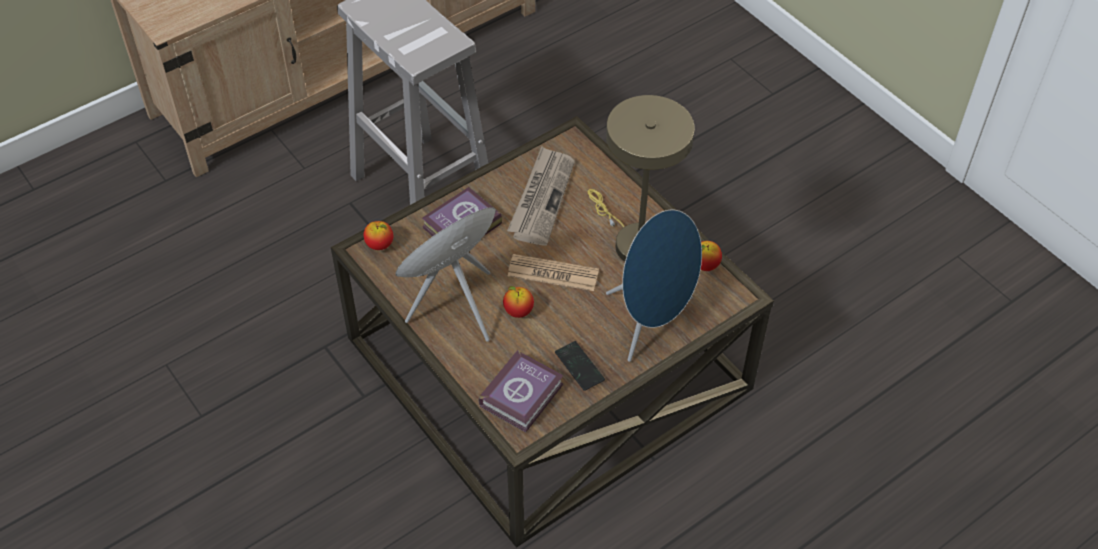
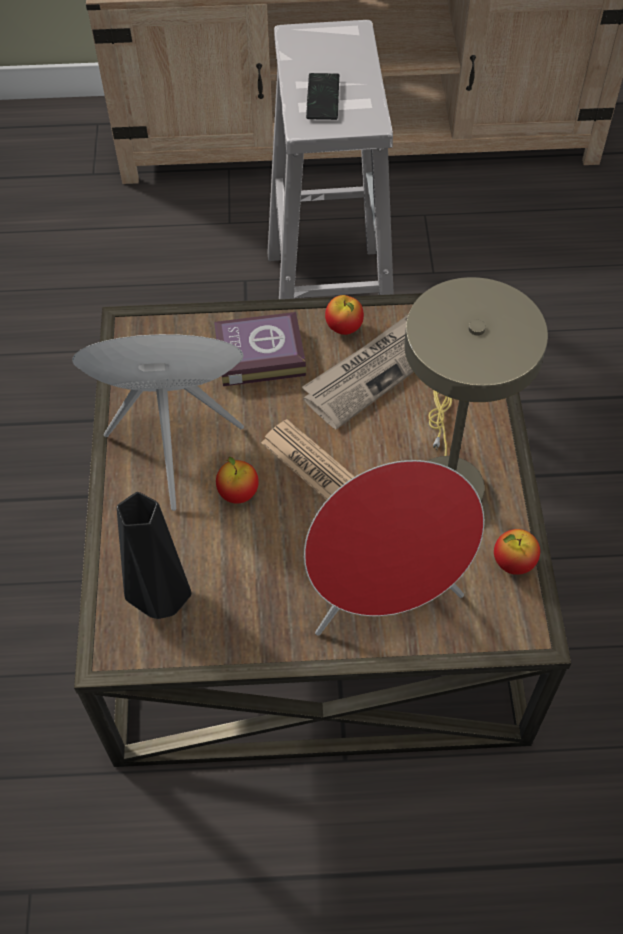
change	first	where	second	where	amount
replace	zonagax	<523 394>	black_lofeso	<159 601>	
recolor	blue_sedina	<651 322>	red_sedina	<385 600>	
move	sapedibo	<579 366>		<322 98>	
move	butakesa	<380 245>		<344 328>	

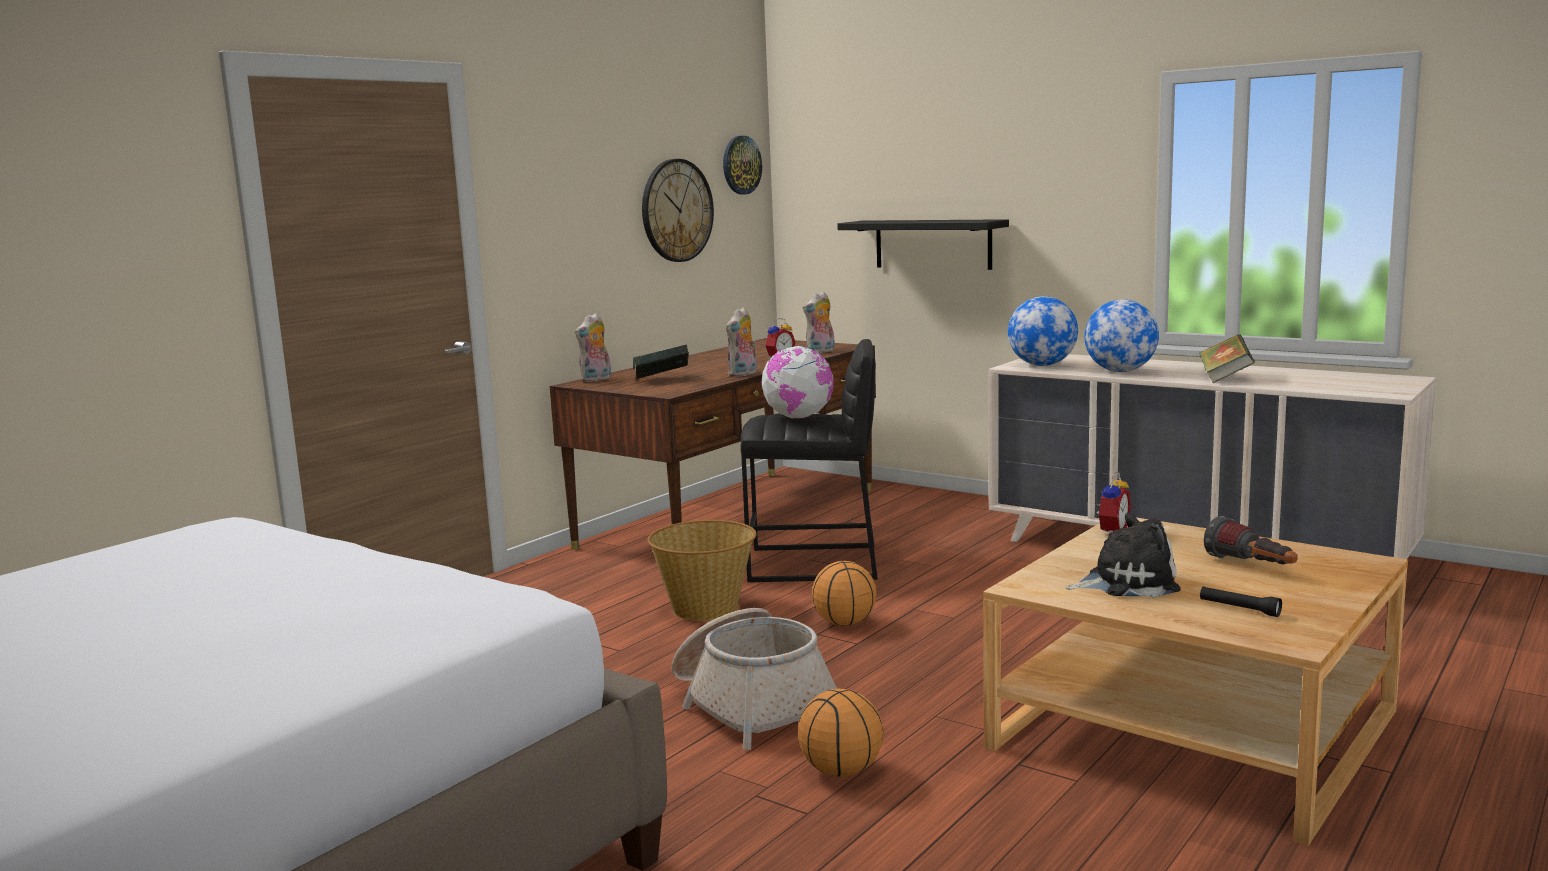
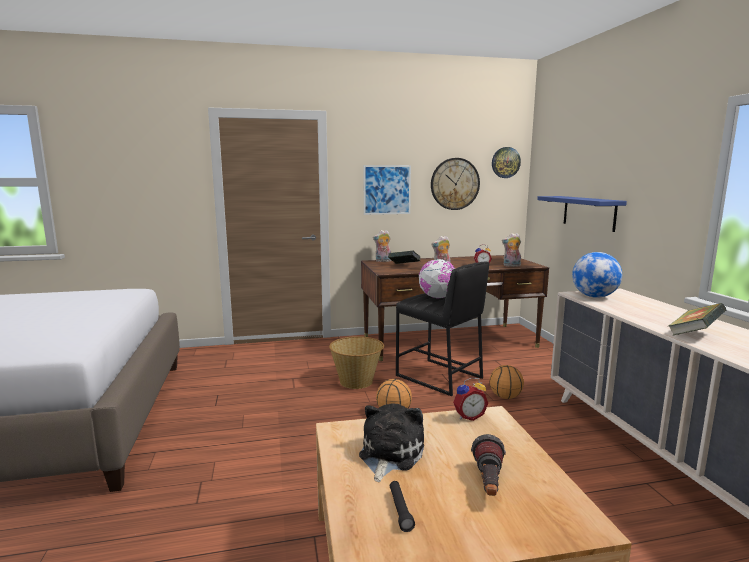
change	first	where	second	where	amount
rotate	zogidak	<1126 583>		<389 454>	105 degrees counterclockwise
insert			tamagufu	<387 190>	
move	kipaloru	<840 771>		<505 397>	
recolor	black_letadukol	<933 244>	blue_letadukol	<589 212>	
delete	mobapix	<752 704>			
delete	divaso	<1120 371>			

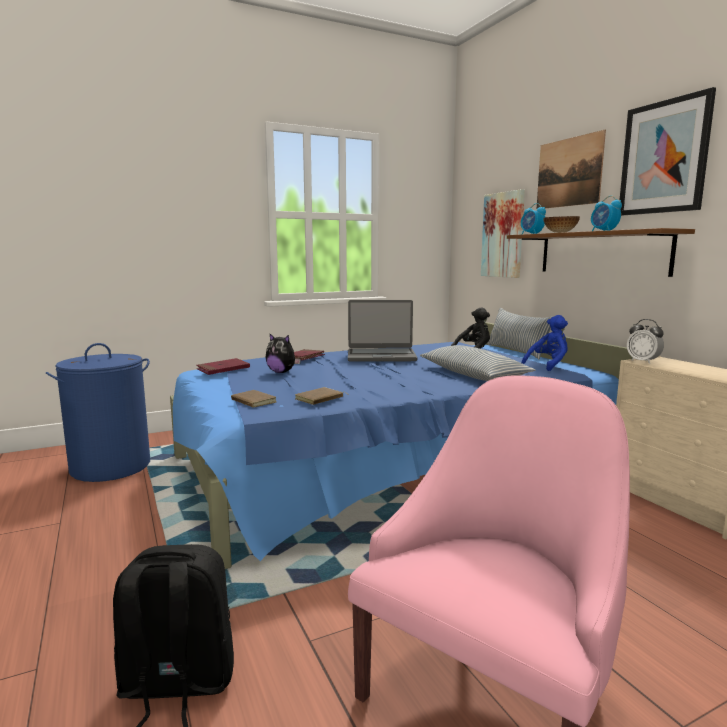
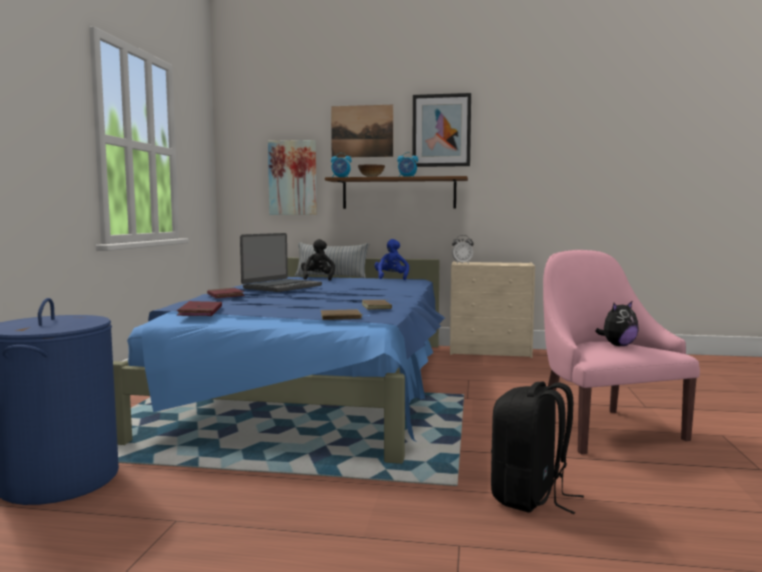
change	first	where	second	where	amount
move	zogidak	<282 372>		<618 345>	
delete	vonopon	<473 375>			

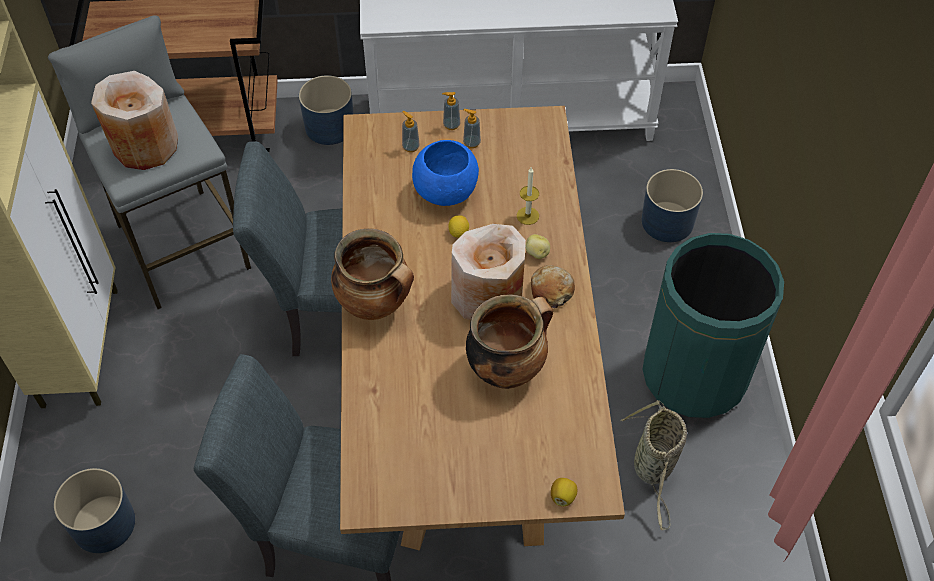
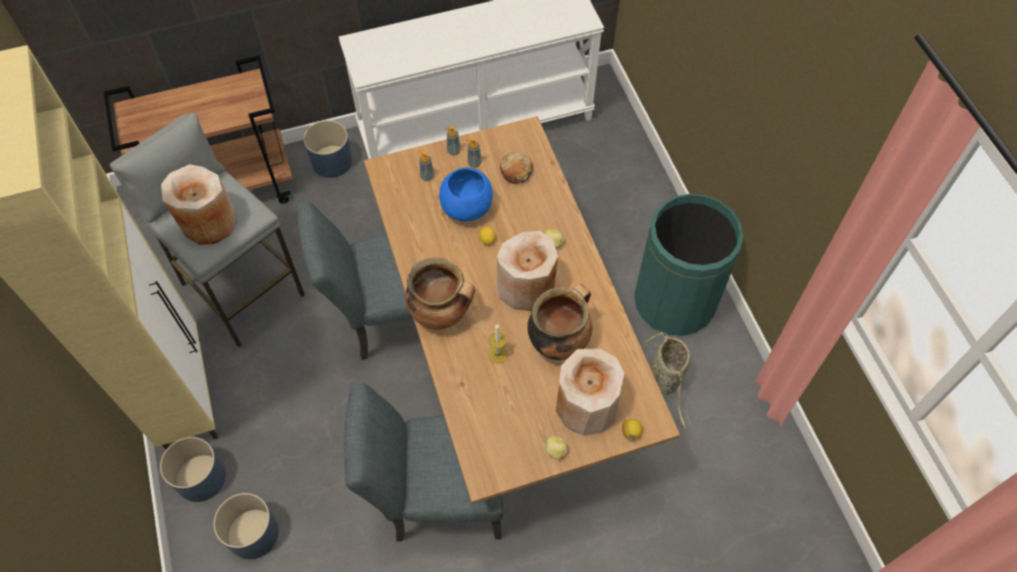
change	first	where	second	where	amount
move	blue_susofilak	<667 222>		<201 478>	
move	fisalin	<527 216>		<497 354>	
move	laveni	<551 291>		<516 171>	
insert			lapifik	<555 451>	
insert			beige_lofeso	<586 405>	

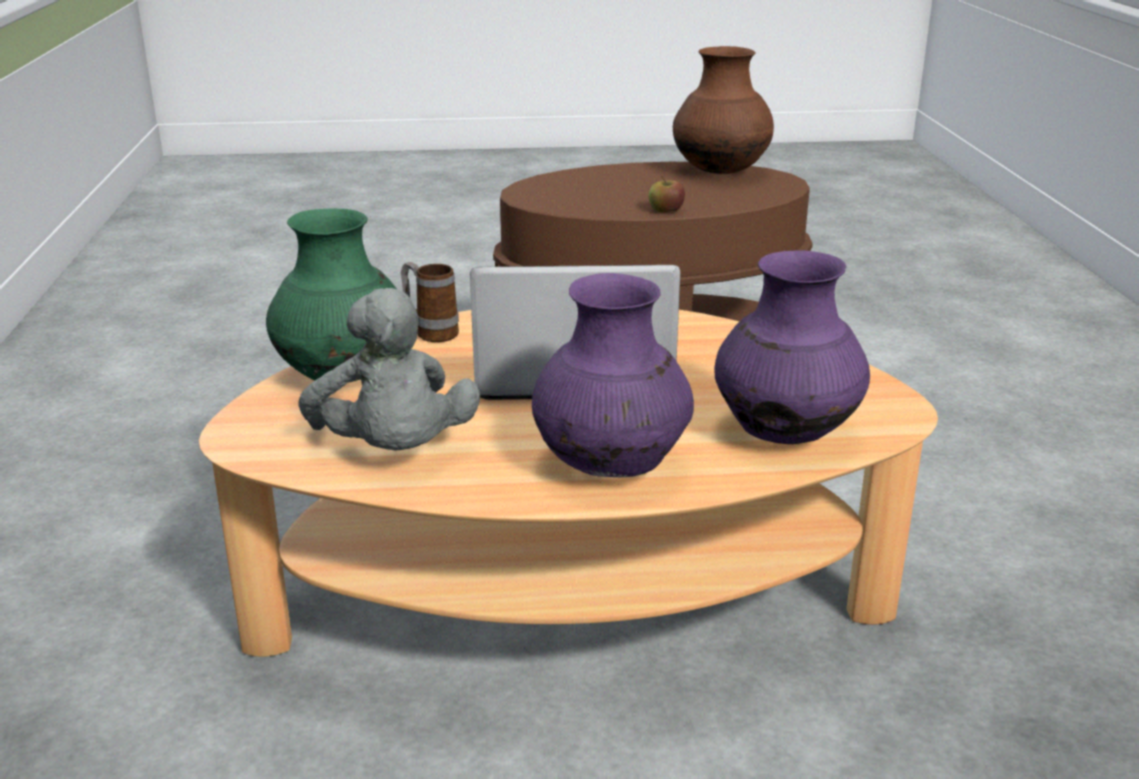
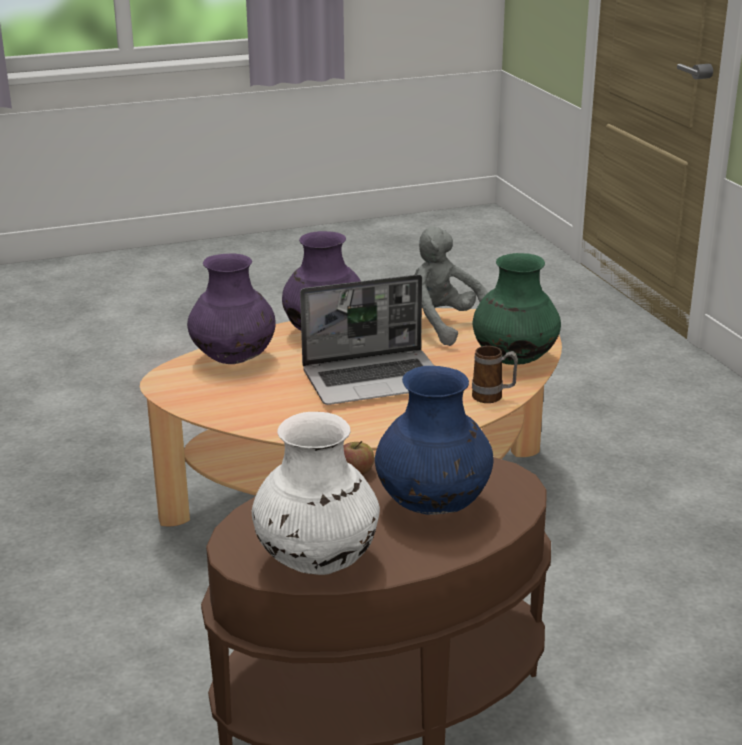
change	first	where	second	where	amount
recolor	brown_lofeso	<720 172>	white_lofeso	<316 562>	
insert			blue_lofeso	<433 506>	

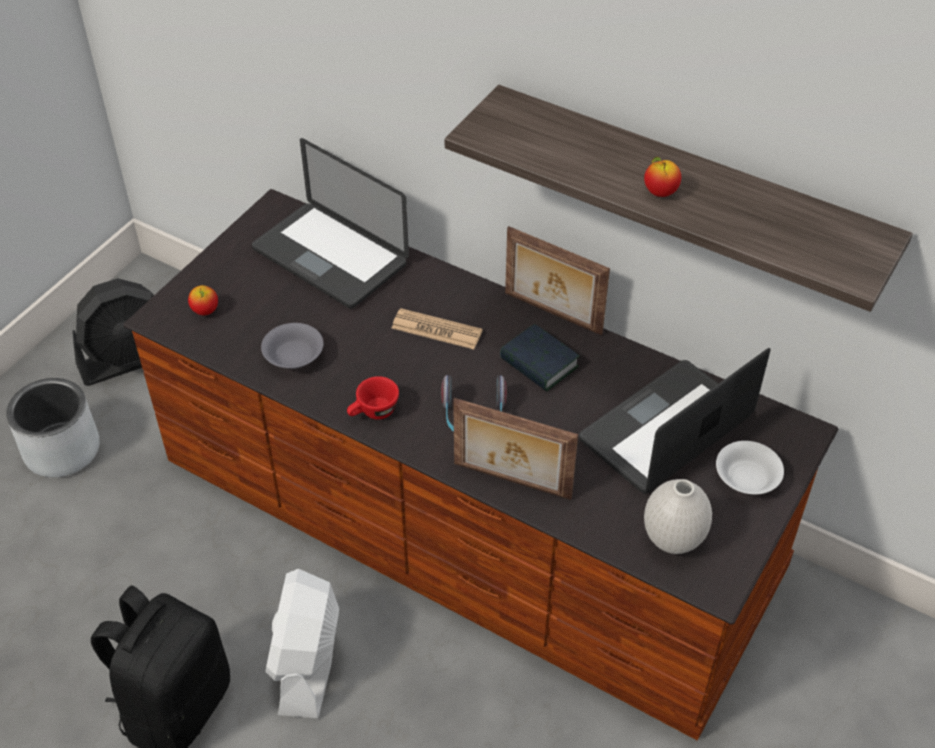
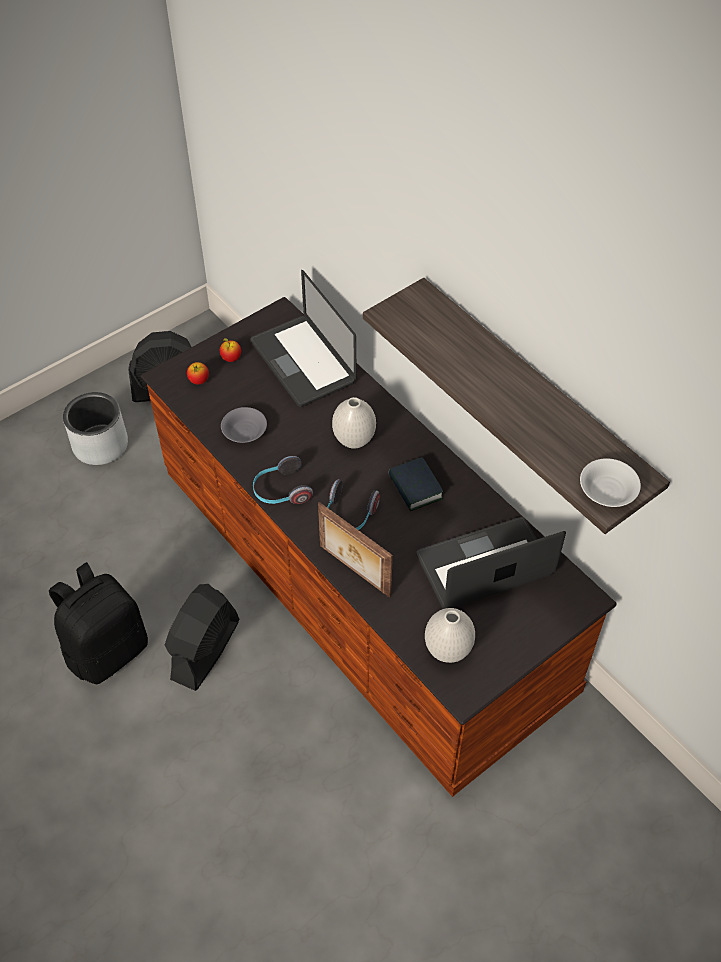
change	first	where	second	where	amount
recolor	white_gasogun	<308 663>	black_gasogun	<205 650>	
move	butakesa	<660 192>		<231 358>	
replace	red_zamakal	<373 413>	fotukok	<281 491>	
replace	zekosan	<436 330>	white_lofeso	<353 441>	
move	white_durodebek	<746 477>		<607 491>	
delete	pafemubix	<552 314>			

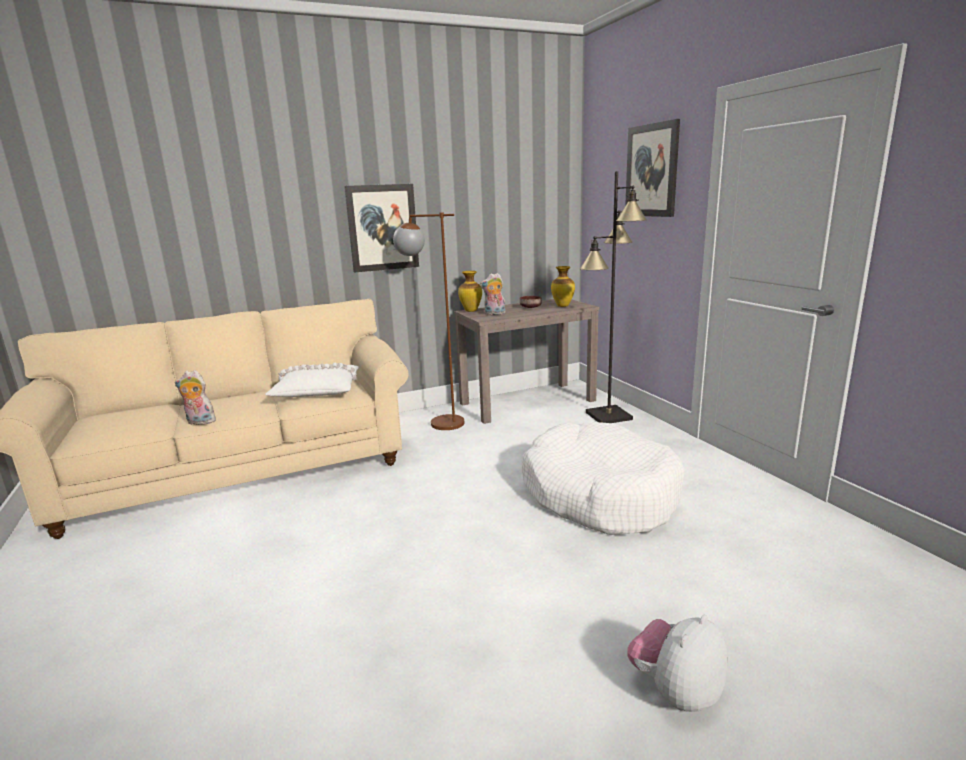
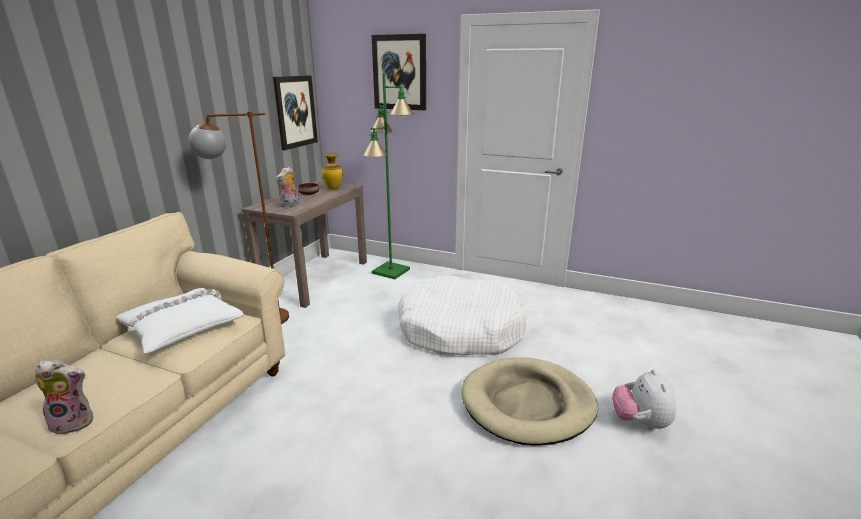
change	first	where	second	where	amount
rotate	zogidak	<199 422>		<75 422>	150 degrees counterclockwise
move	tamagufu	<382 228>		<295 112>	
recolor	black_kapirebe	<608 416>	green_kapirebe	<391 271>	
insert			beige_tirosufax	<527 404>	
delete	lofeso	<470 311>			

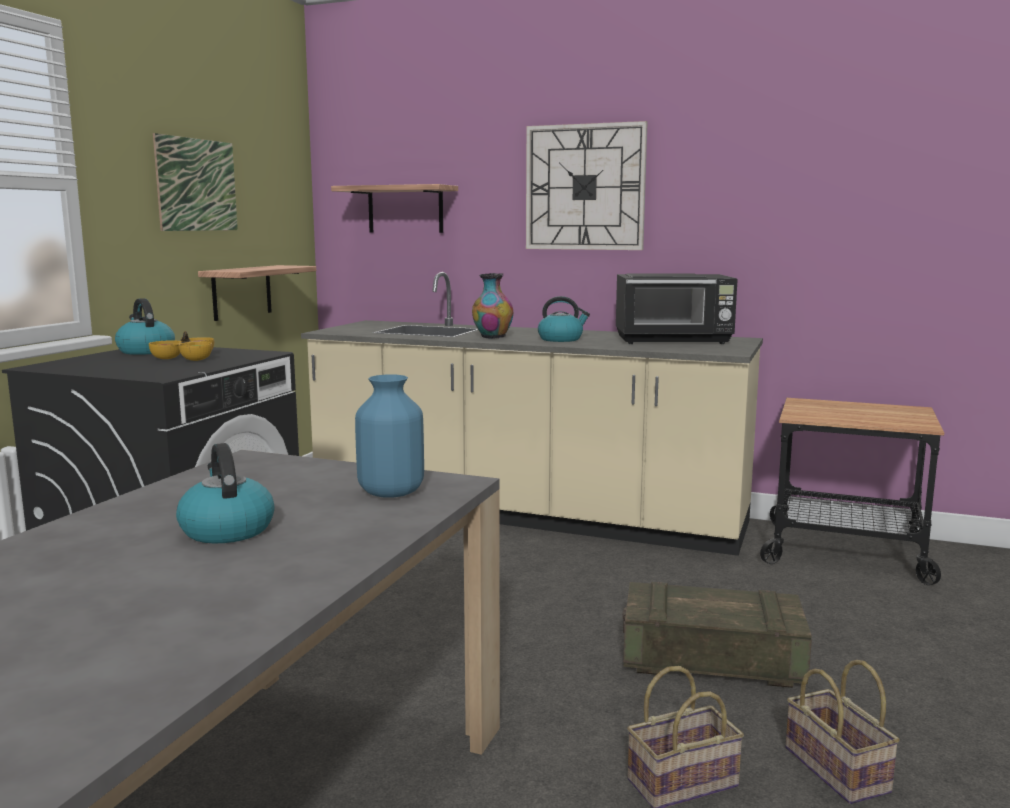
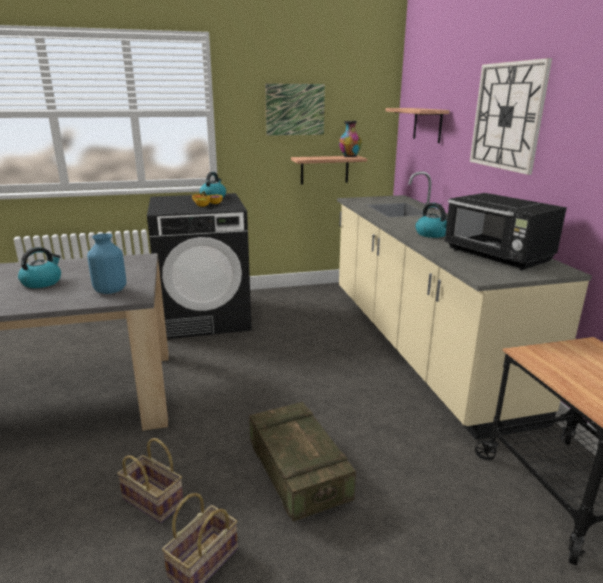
change	first	where	second	where	amount
move	lofeso	<492 337>		<349 156>	

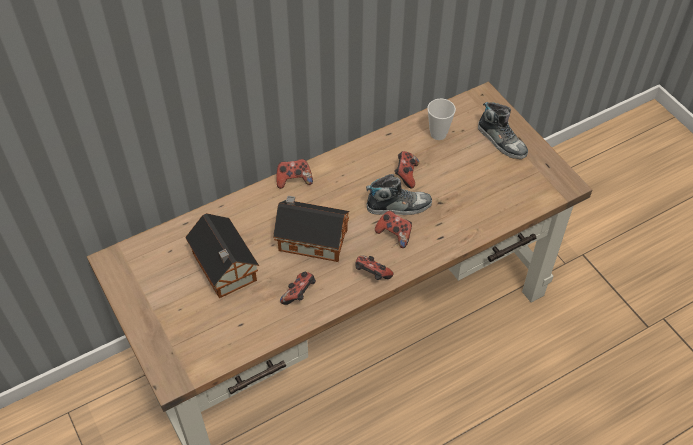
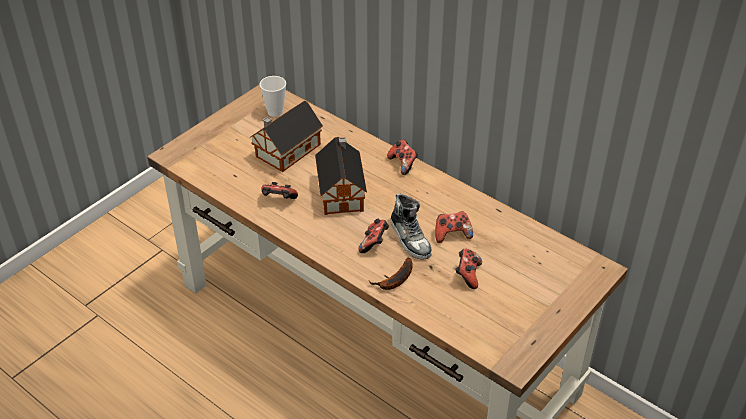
change	first	where	second	where	amount
move	zamakal	<438 134>		<275 112>	
insert			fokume	<395 280>	
move	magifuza	<372 275>		<467 275>	
delete	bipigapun	<501 141>			

